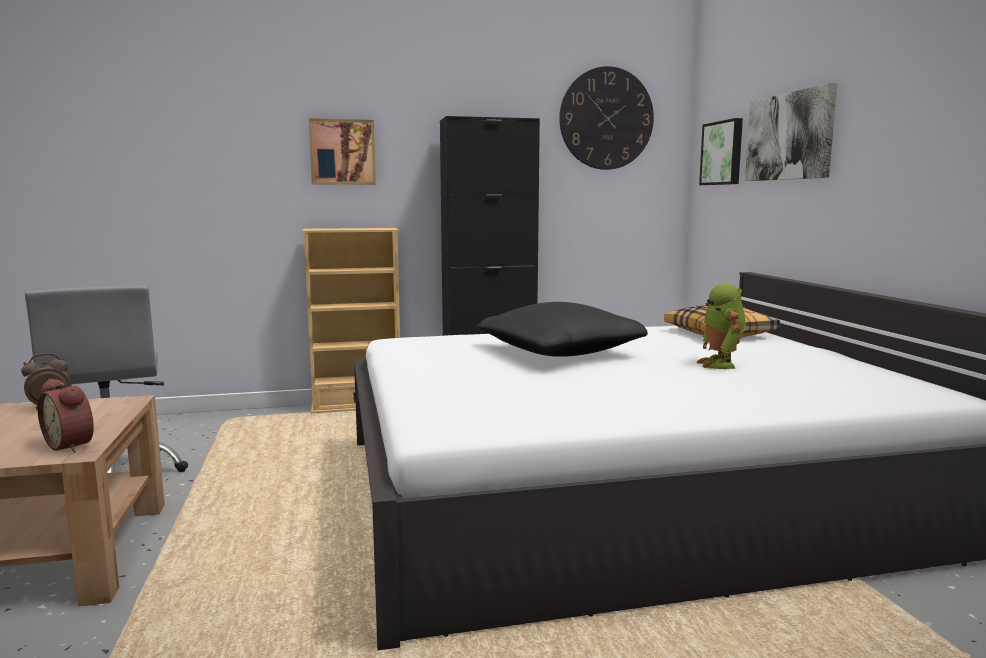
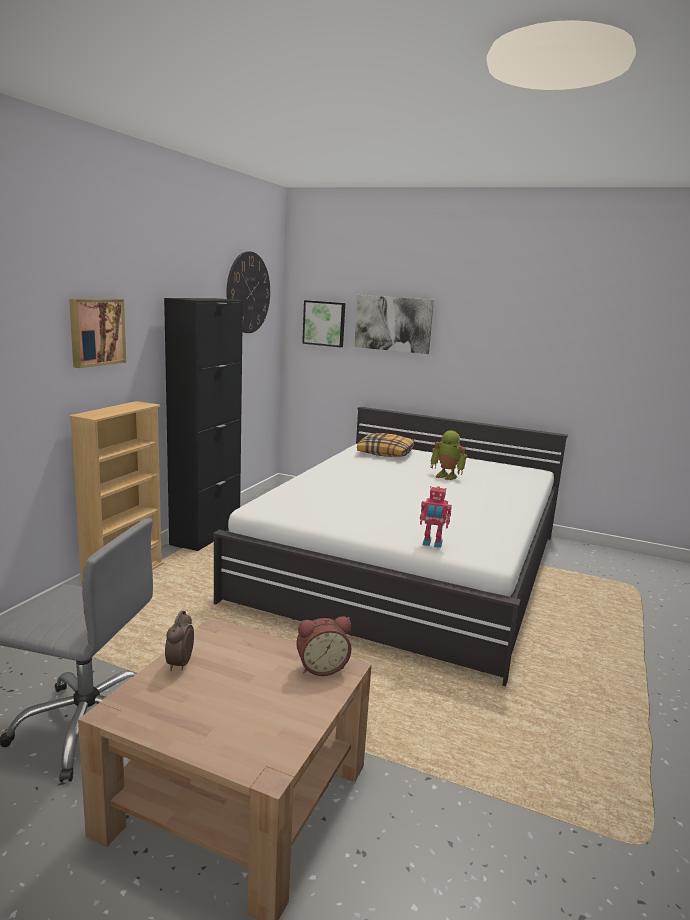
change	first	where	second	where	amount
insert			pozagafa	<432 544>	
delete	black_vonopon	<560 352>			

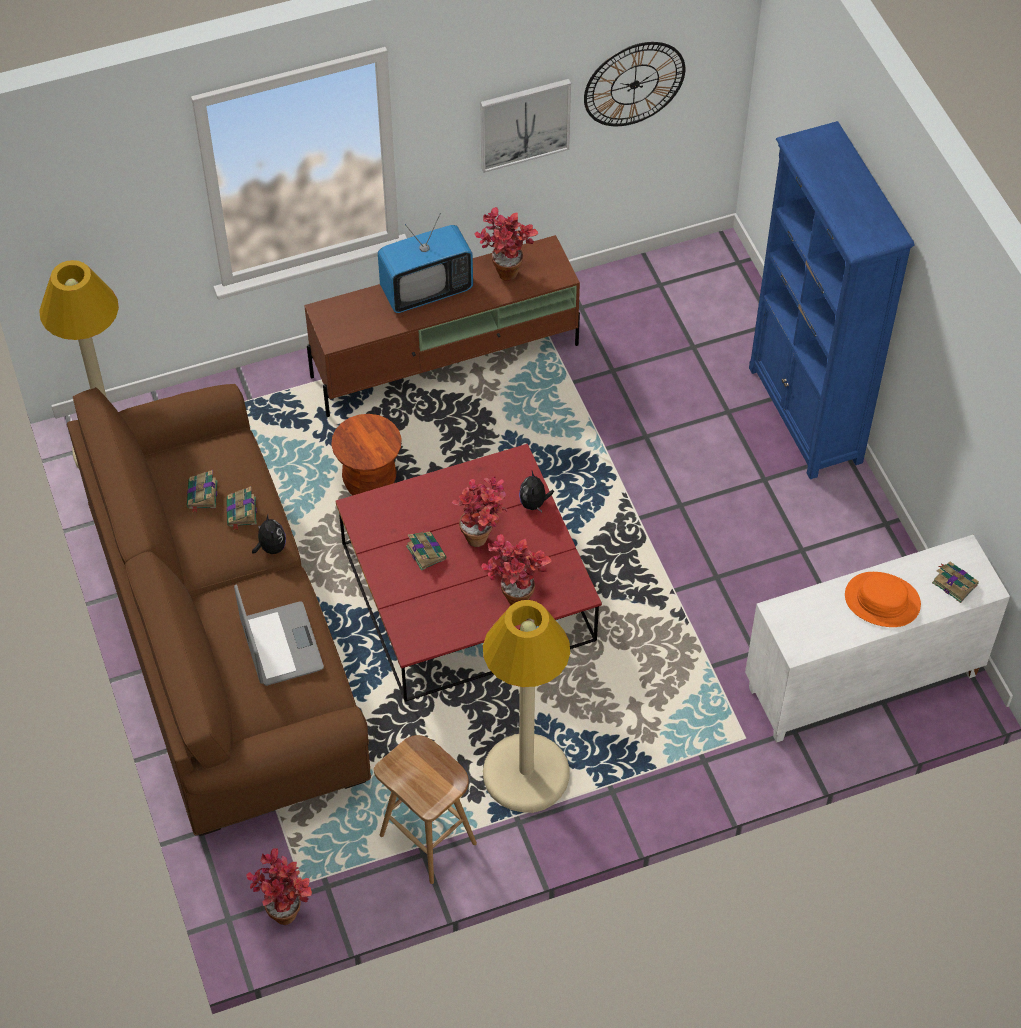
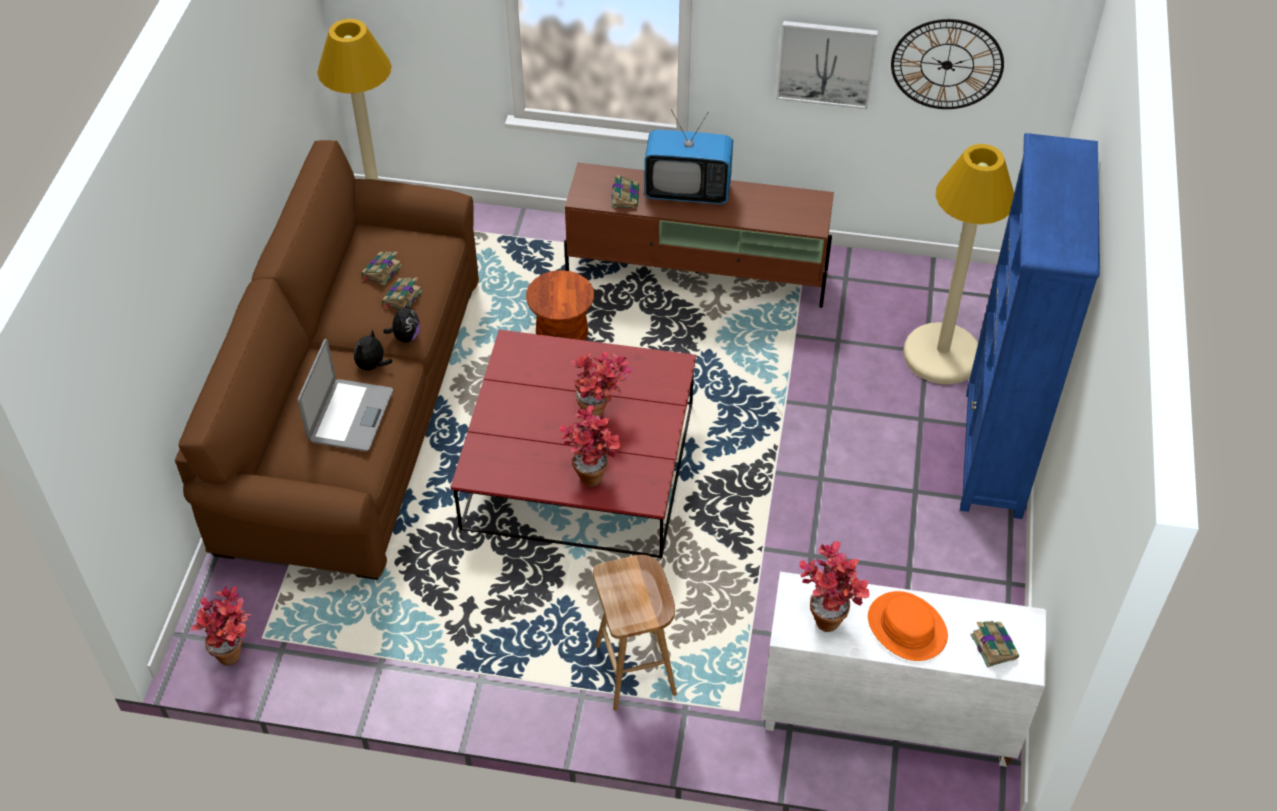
change	first	where	second	where	amount
move	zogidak	<534 503>		<372 366>	
move	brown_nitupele	<429 839>		<636 671>	
move	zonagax	<425 552>		<625 196>	
move	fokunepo	<505 268>		<828 614>	
move	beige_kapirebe	<526 774>		<942 355>	

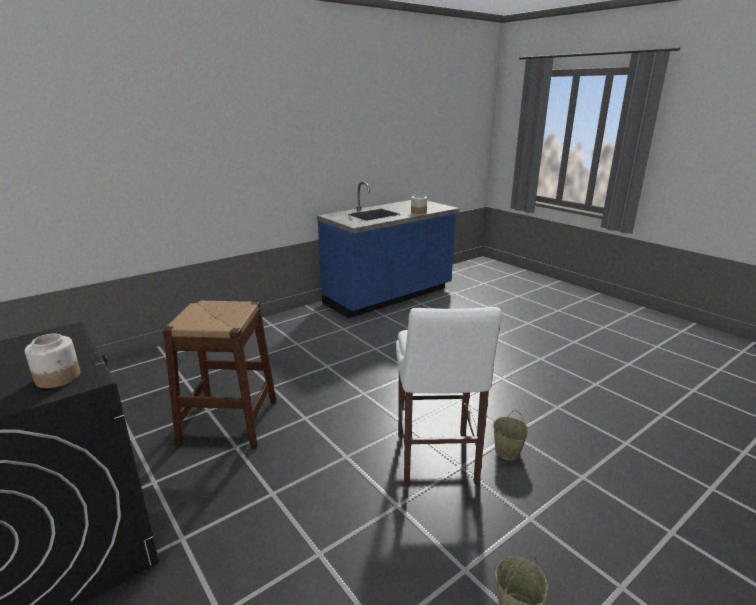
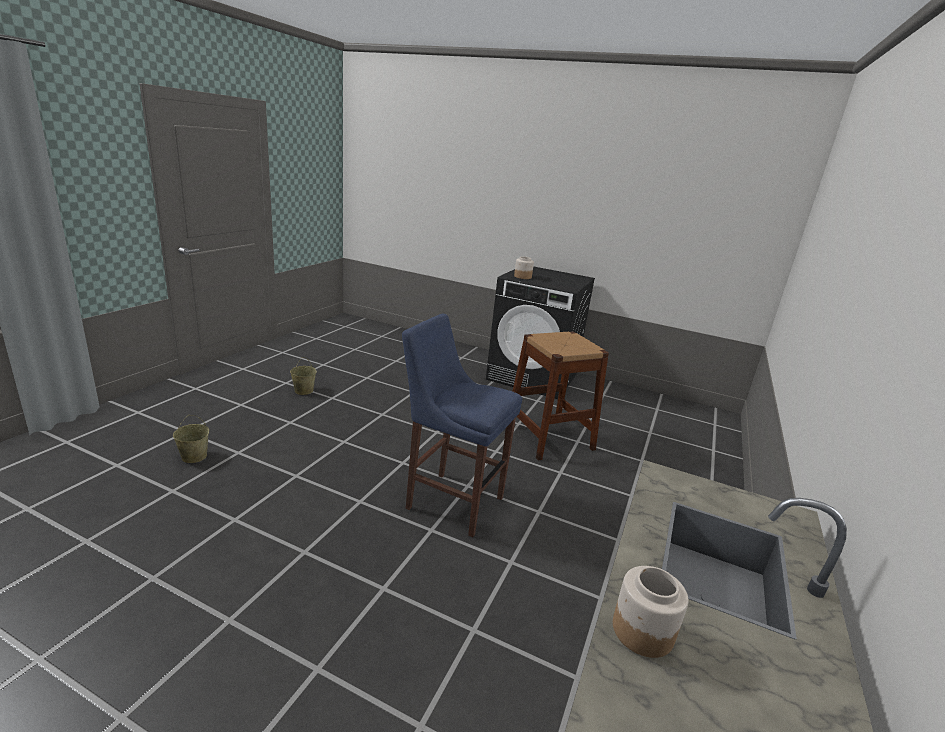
change	first	where	second	where	amount
move	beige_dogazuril	<507 452>		<194 456>	
insert			blue_nitupele	<451 501>	
delete	white_nitupele	<436 461>			

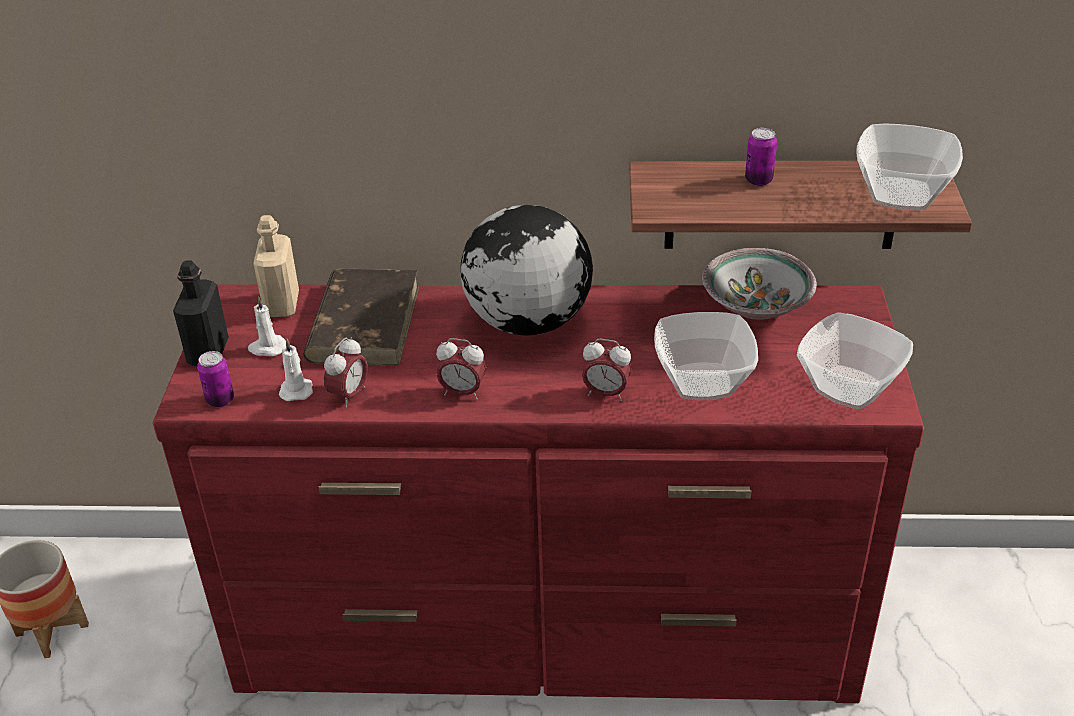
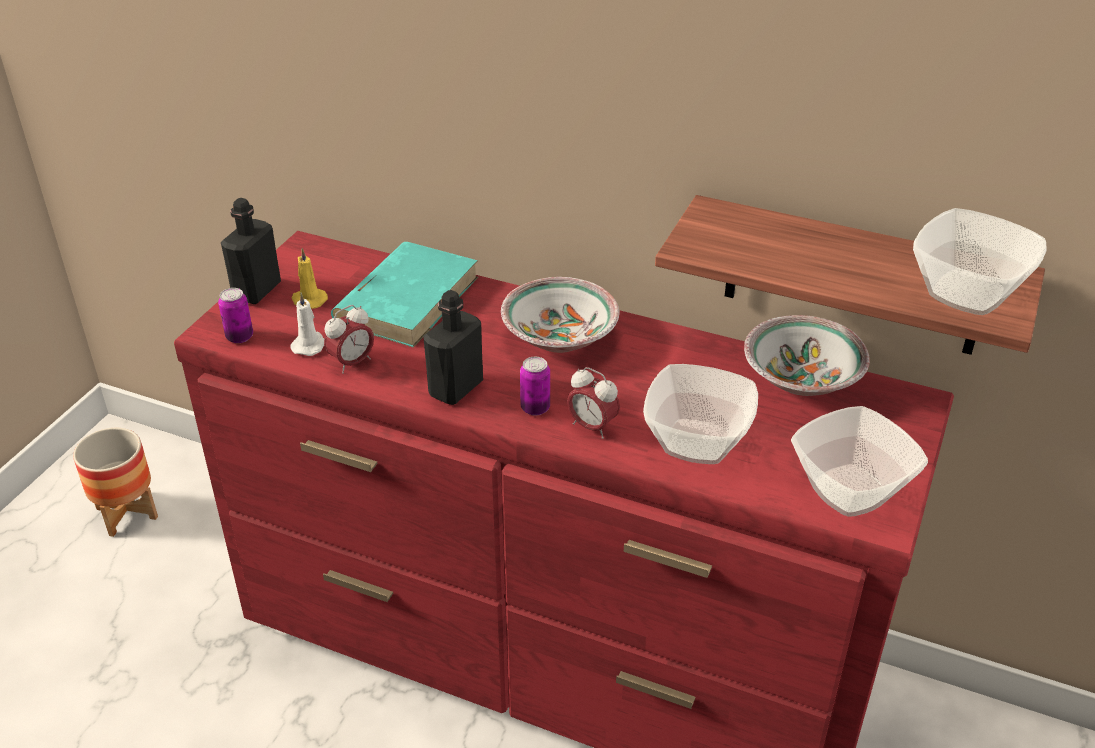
change	first	where	second	where	amount
recolor	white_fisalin	<267 348>	yellow_fisalin	<308 300>	
recolor	brown_zonagax	<364 322>	turquoise_zonagax	<408 298>	
replace	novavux	<462 392>	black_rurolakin	<456 388>	
replace	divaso	<526 322>	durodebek	<558 336>	
move	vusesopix	<758 180>		<535 408>	
delete	beige_rurolakin	<282 304>			

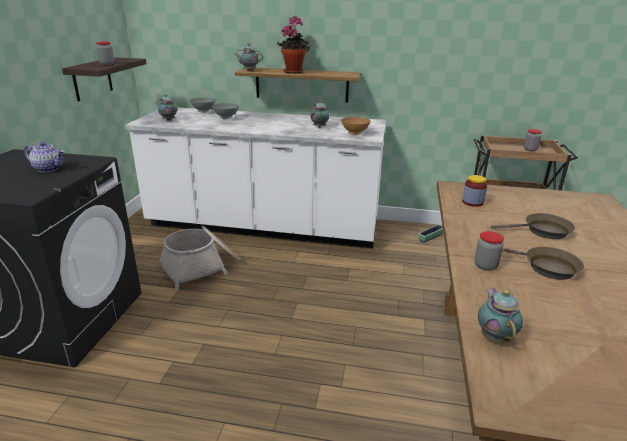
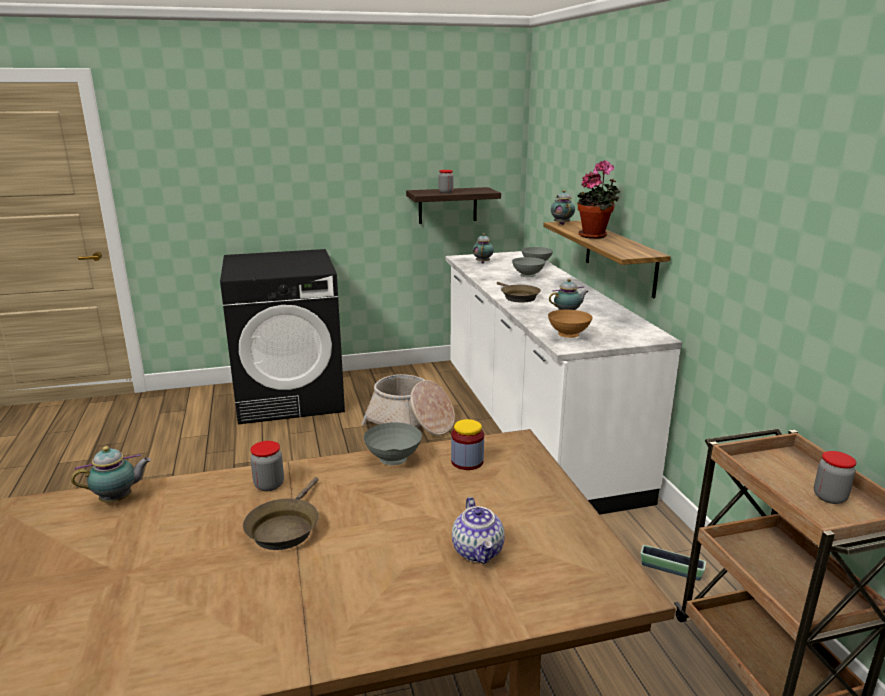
change	first	where	second	where	amount
insert			grey_durodebek	<394 460>	
move	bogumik	<49 168>		<478 551>	
move	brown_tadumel	<542 231>		<518 297>	

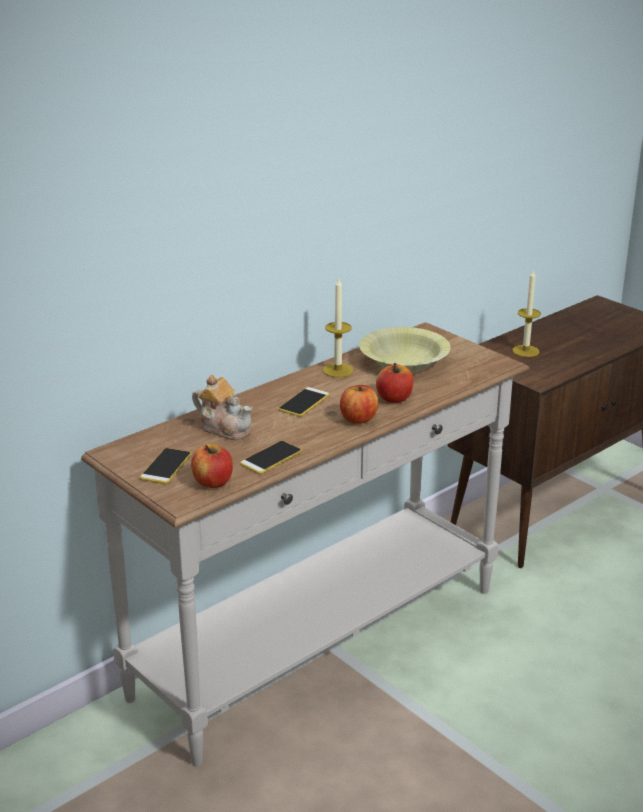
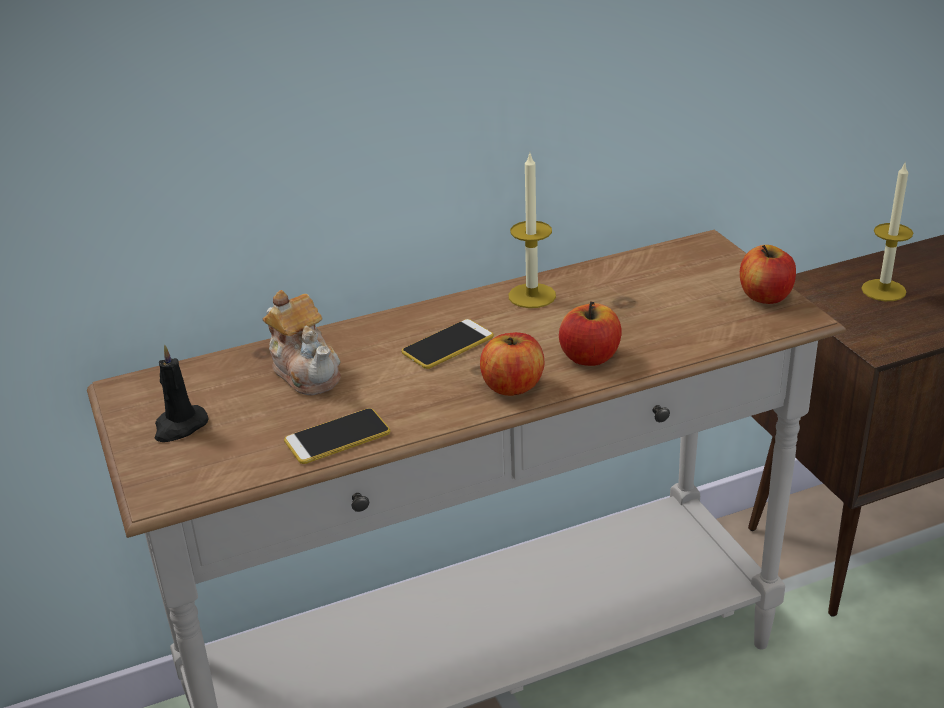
change	first	where	second	where	amount
replace	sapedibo	<166 467>	black_fisalin	<179 426>	
move	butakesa	<213 482>		<765 296>	
delete	yellow_durodebek	<404 361>			

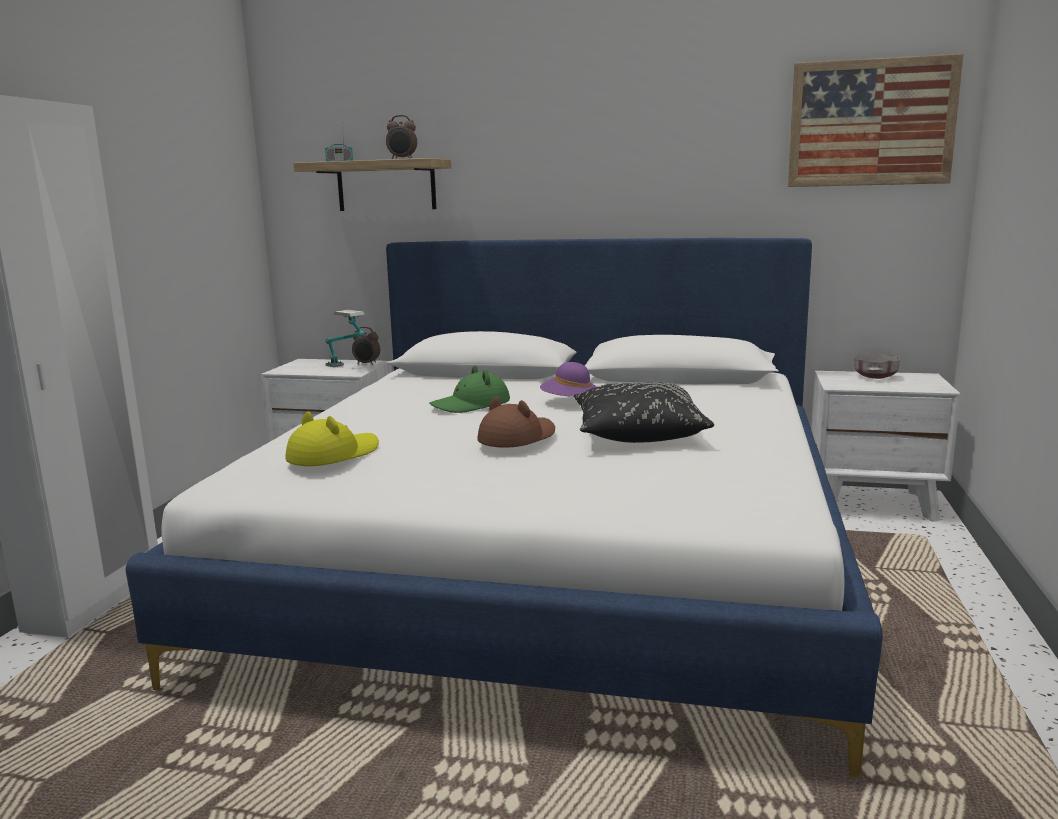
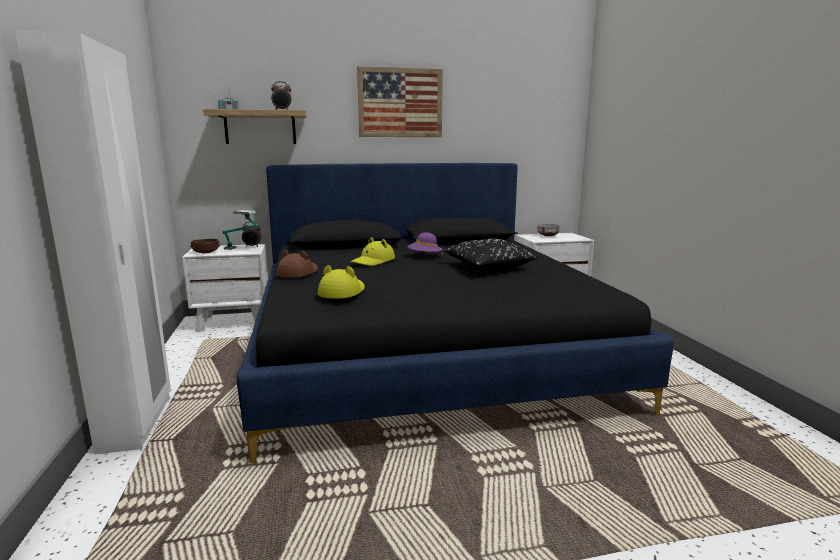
change	first	where	second	where	amount
insert			brown_durodebek	<206 252>	
recolor	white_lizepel	<550 564>	black_lizepel	<423 351>	
move	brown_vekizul	<517 437>		<298 273>	
recolor	green_vekizul	<471 405>	yellow_vekizul	<373 261>	
move	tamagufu	<871 123>		<400 103>	

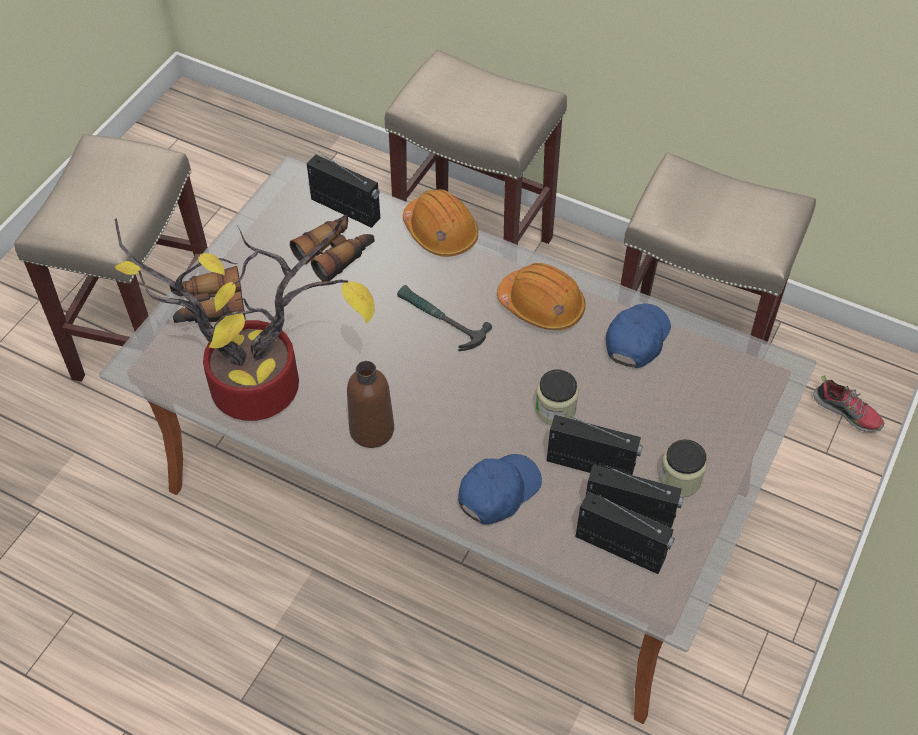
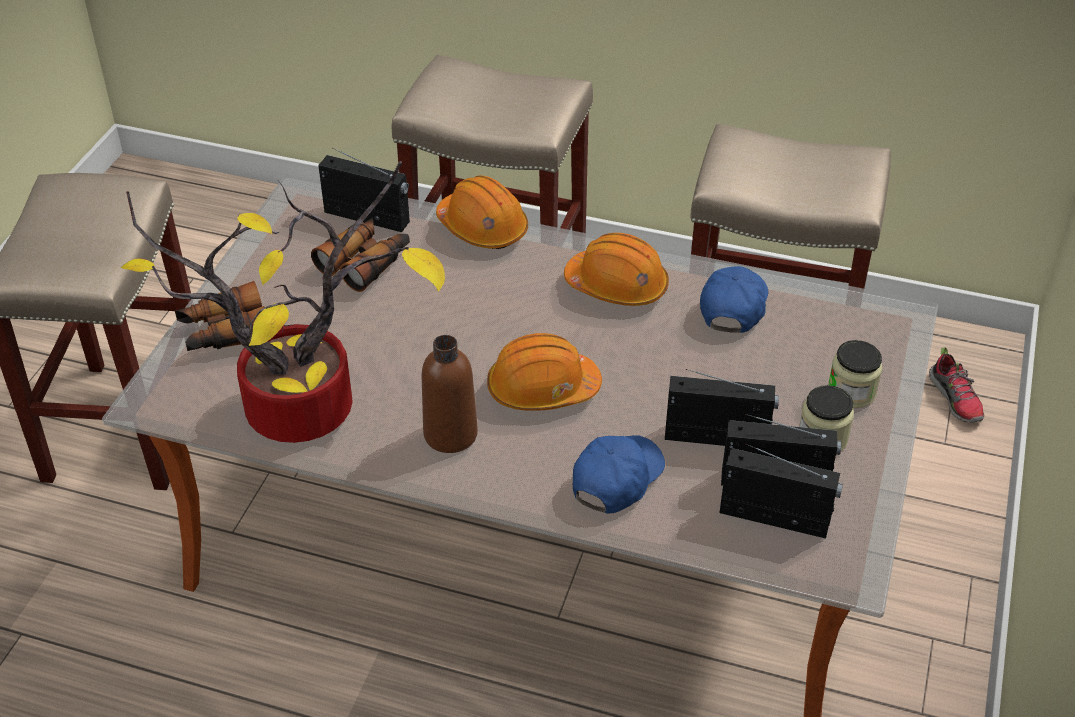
change	first	where	second	where	amount
insert			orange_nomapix	<542 389>	
move	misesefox	<555 409>		<851 392>	
rotate	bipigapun	<847 412>		<956 399>	45 degrees clockwise
delete	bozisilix	<439 320>			

